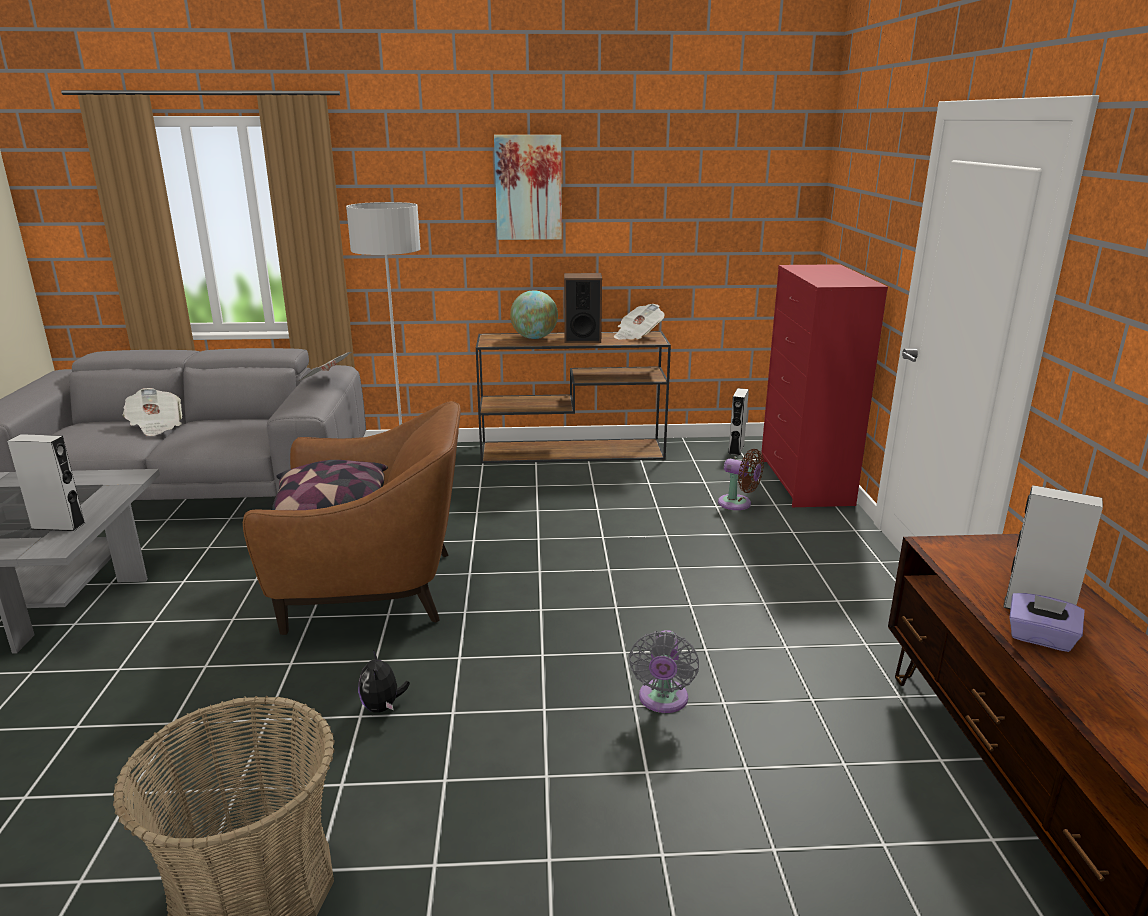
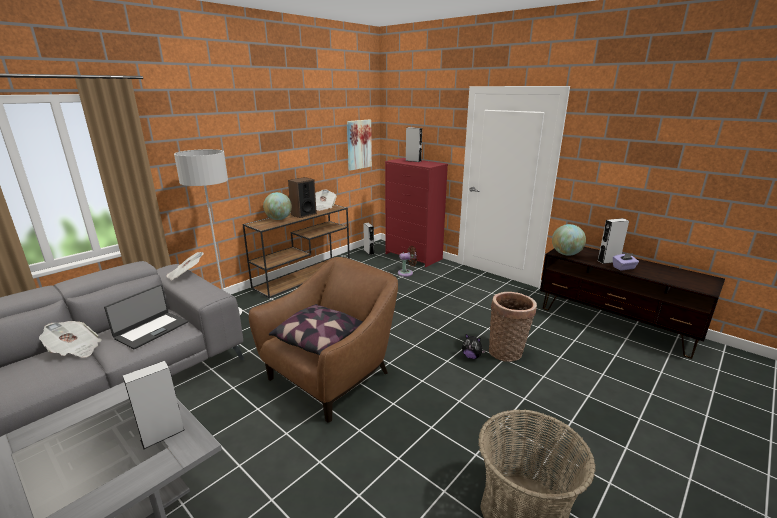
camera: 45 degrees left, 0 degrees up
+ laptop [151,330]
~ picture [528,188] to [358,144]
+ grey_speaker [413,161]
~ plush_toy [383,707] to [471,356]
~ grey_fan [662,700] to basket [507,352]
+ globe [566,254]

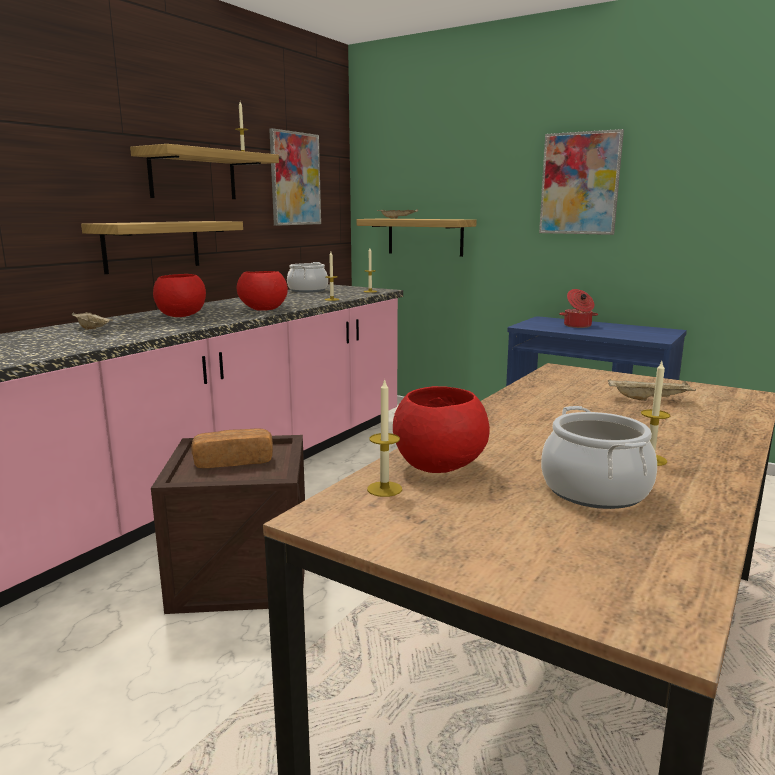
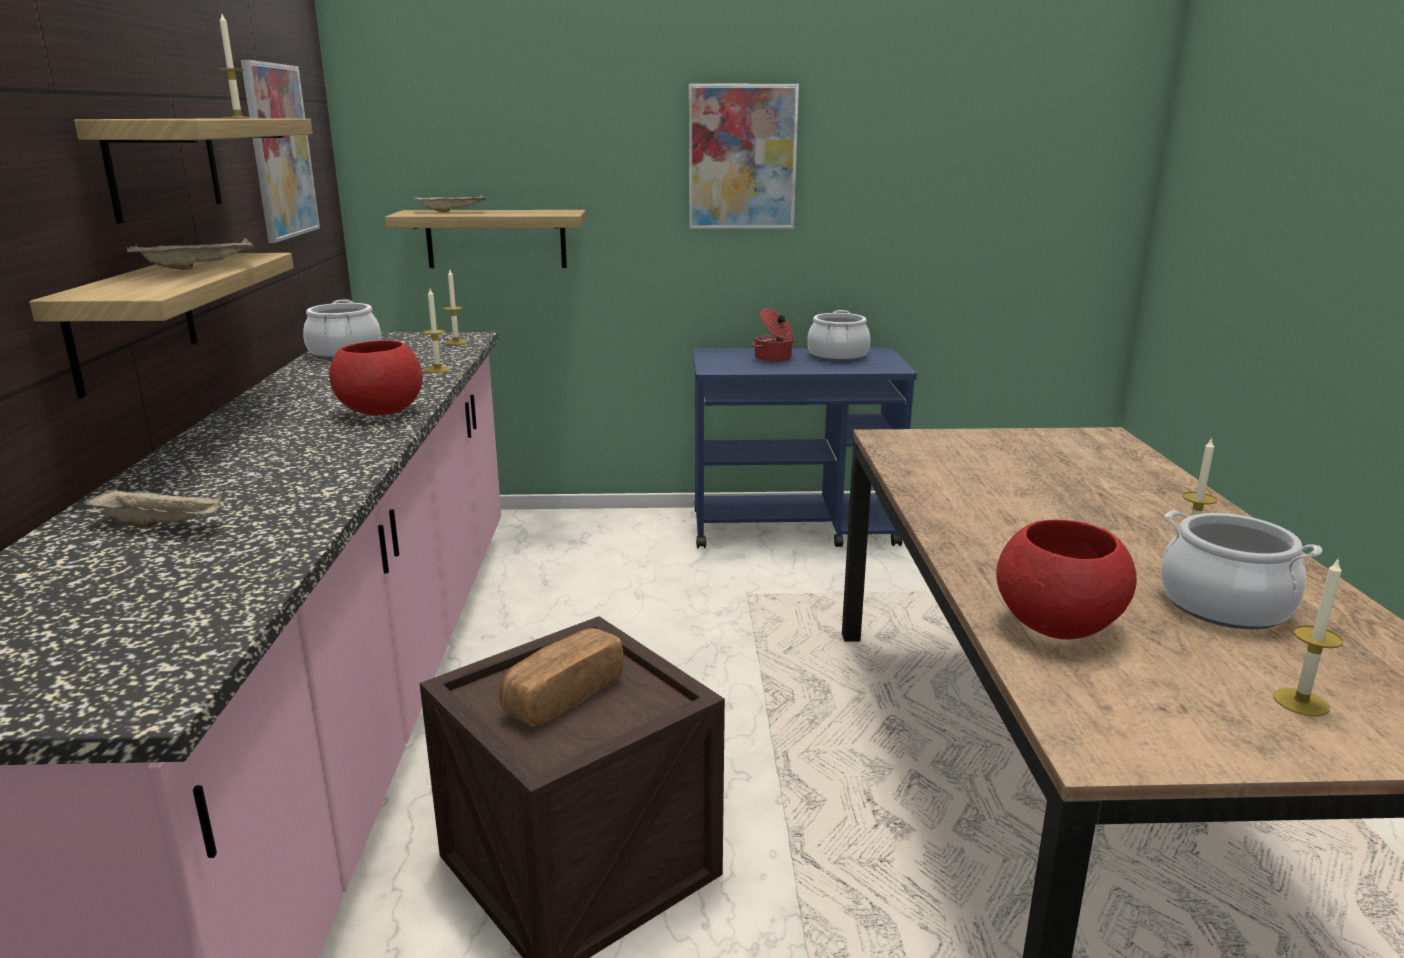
camera: 35 degrees left, 5 degrees up
~ beige_tray [649,399] to [198,267]
+ cooking_pot [837,356]
~ candle [384,489] to [1301,702]
- red_bowl [182,316]

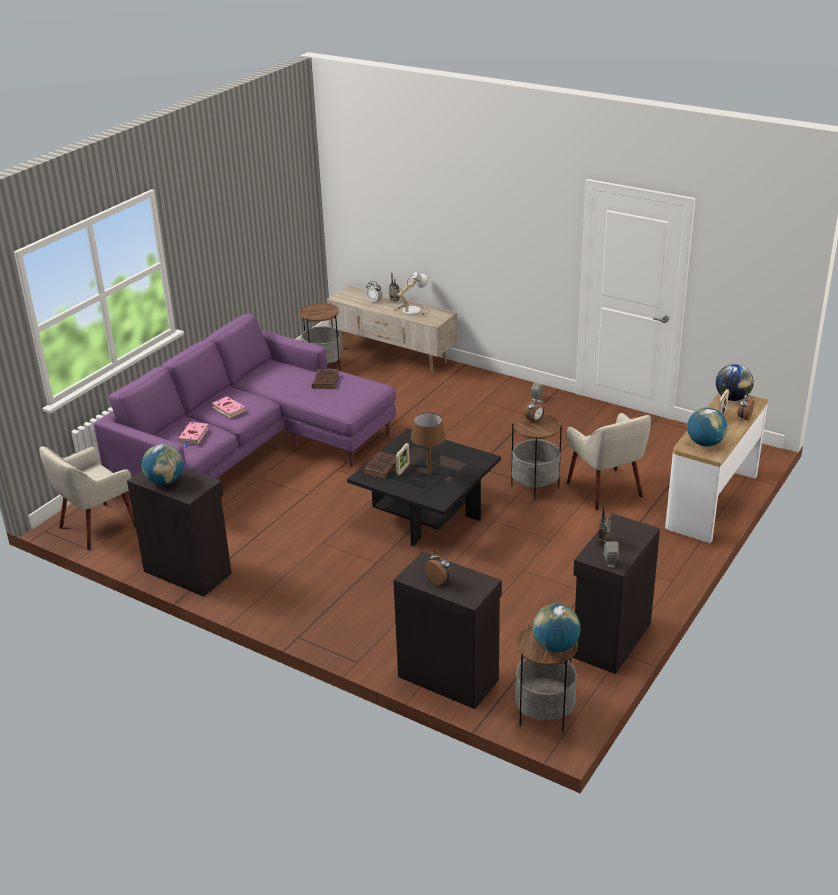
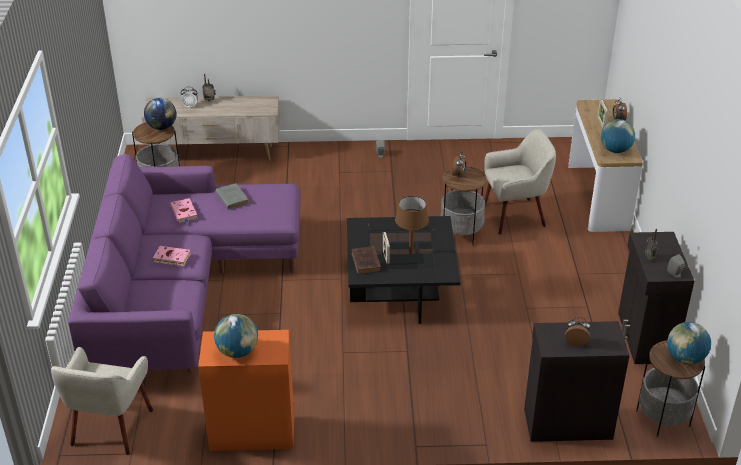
camera: 35 degrees left, 5 degrees up
~ globe [732,398] to [162,127]
~ pink_book [193,436] to [184,213]
~ black_cabinet [188,571] to orange_cabinet [251,431]
~ brown_book [326,380] to grey_book [232,198]
~ beige_armchair [605,490] = [515,215] 45 degrees counterclockwise
- table_lamp [411,310]

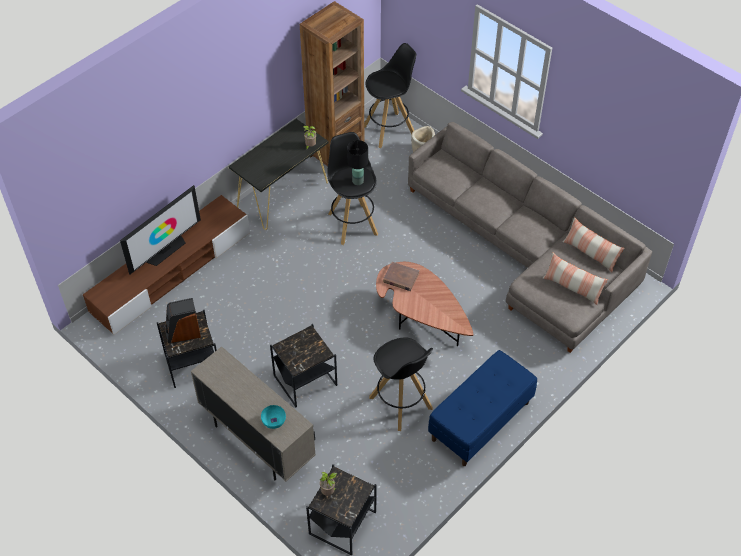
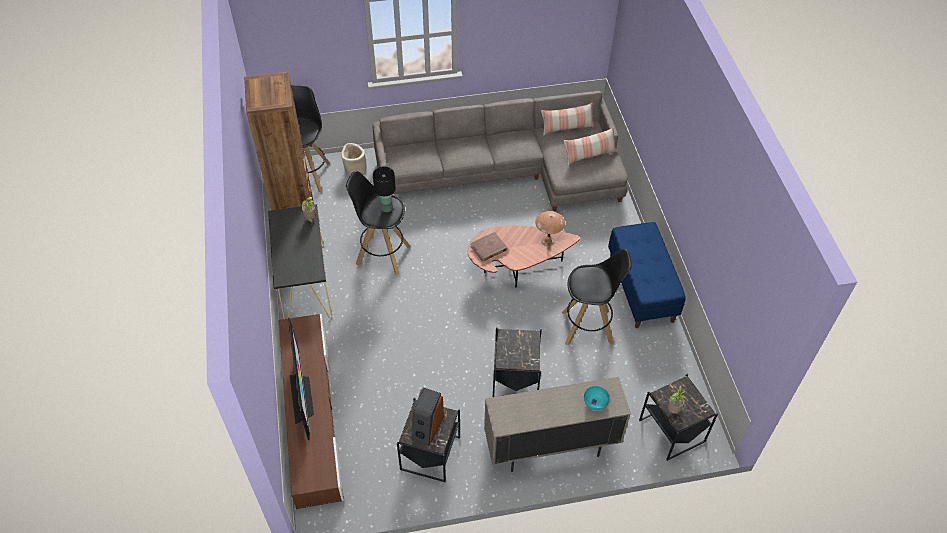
camera: 55 degrees left, 0 degrees up
+ brown_table_lamp [548,241]

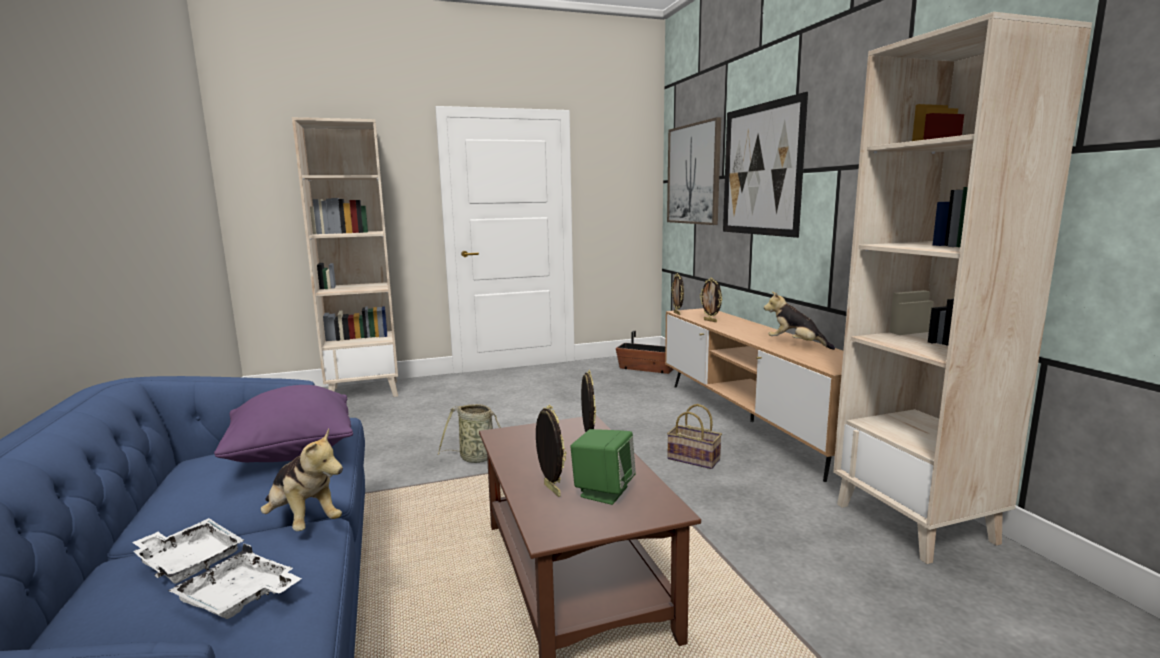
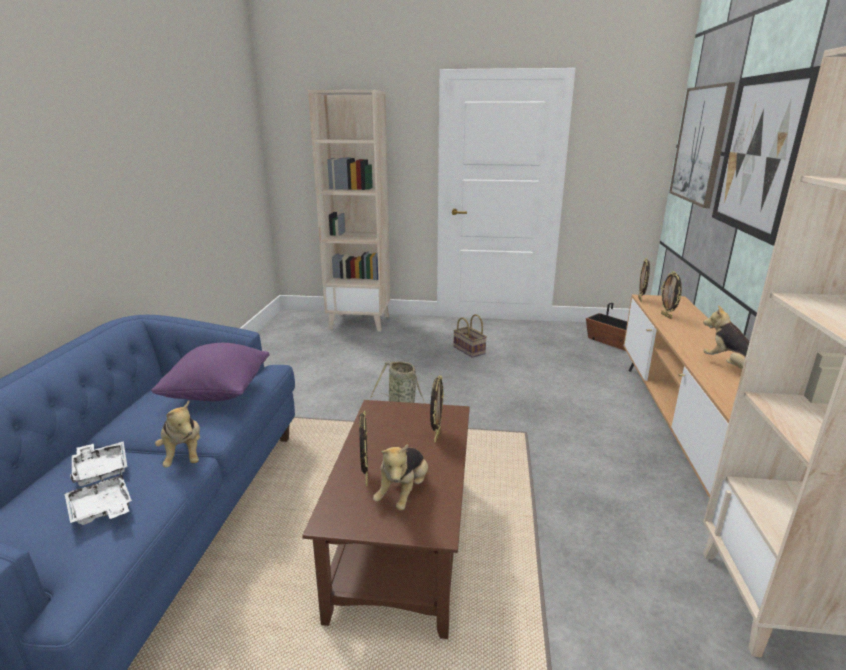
camera: 25 degrees right, 10 degrees up
~ green_speaker [603,491] to plush_toy [403,492]
~ basket [695,459] to [470,350]

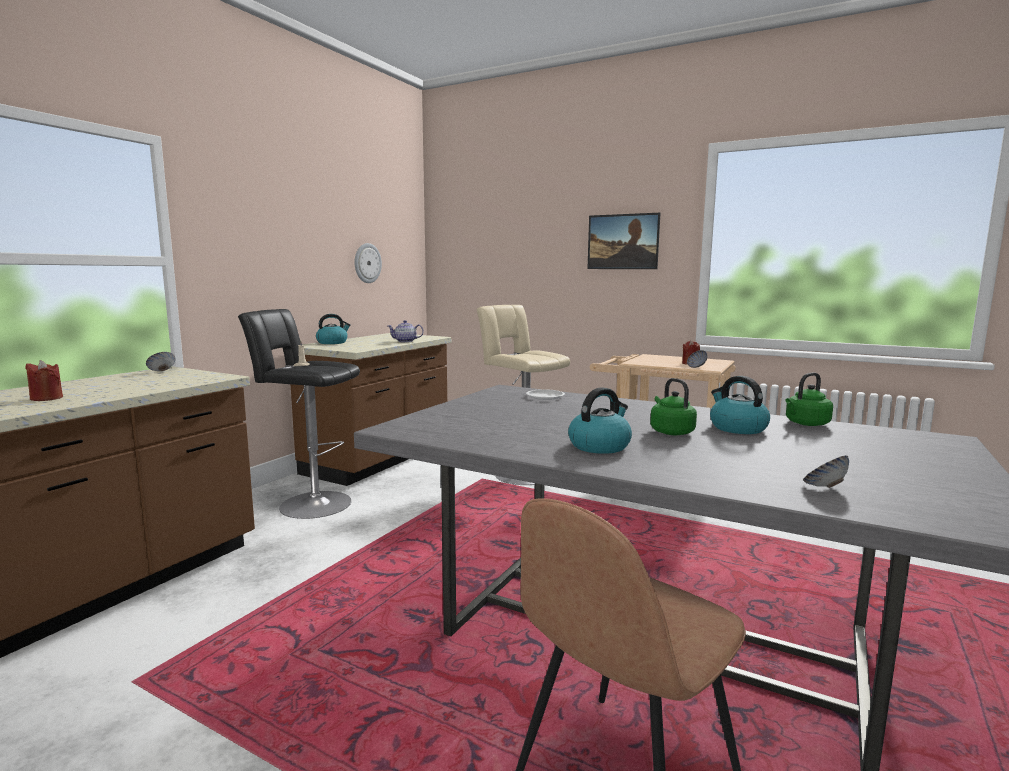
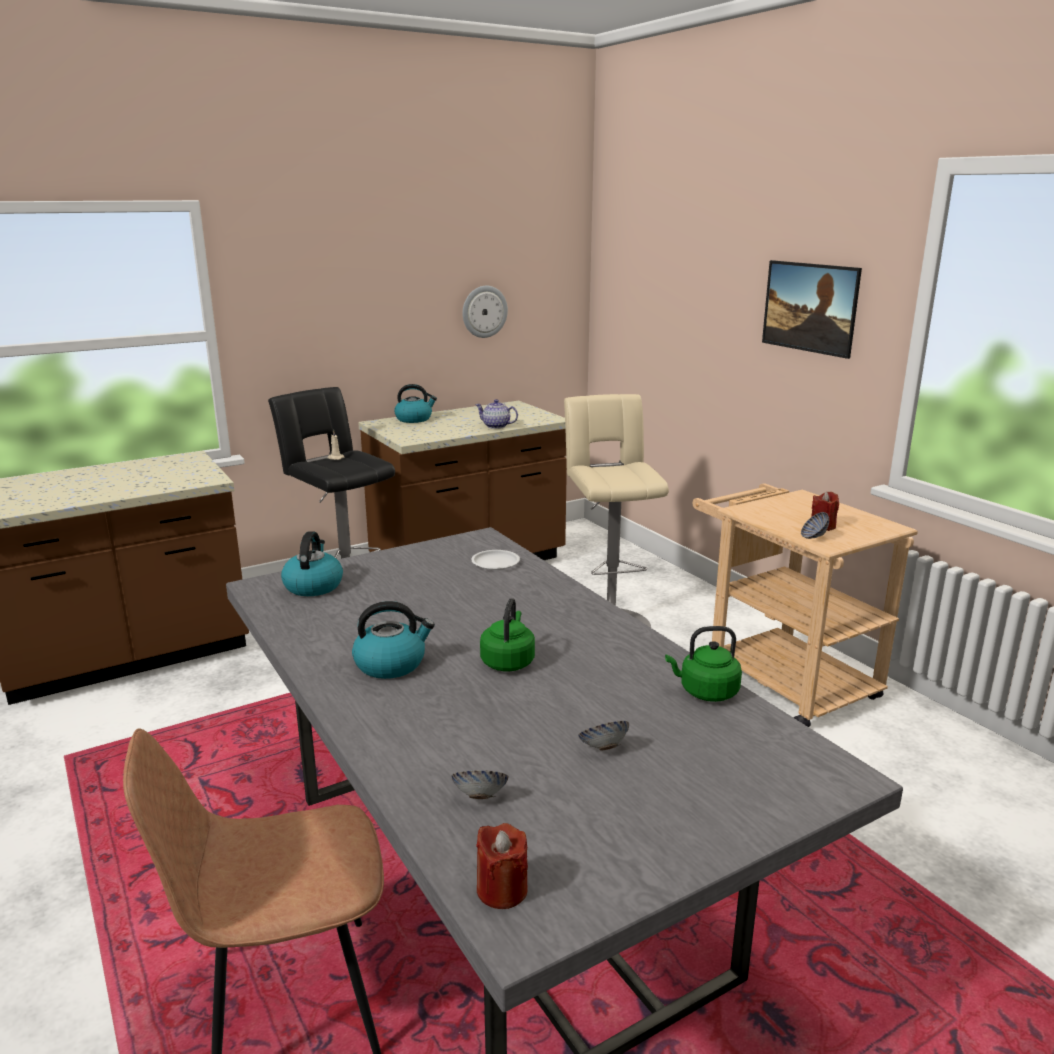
camera: 30 degrees right, 10 degrees up
~ kettle [737,428] to [313,586]
~ red_candle [46,398] to [502,890]
~ bowl [162,371] to [603,748]

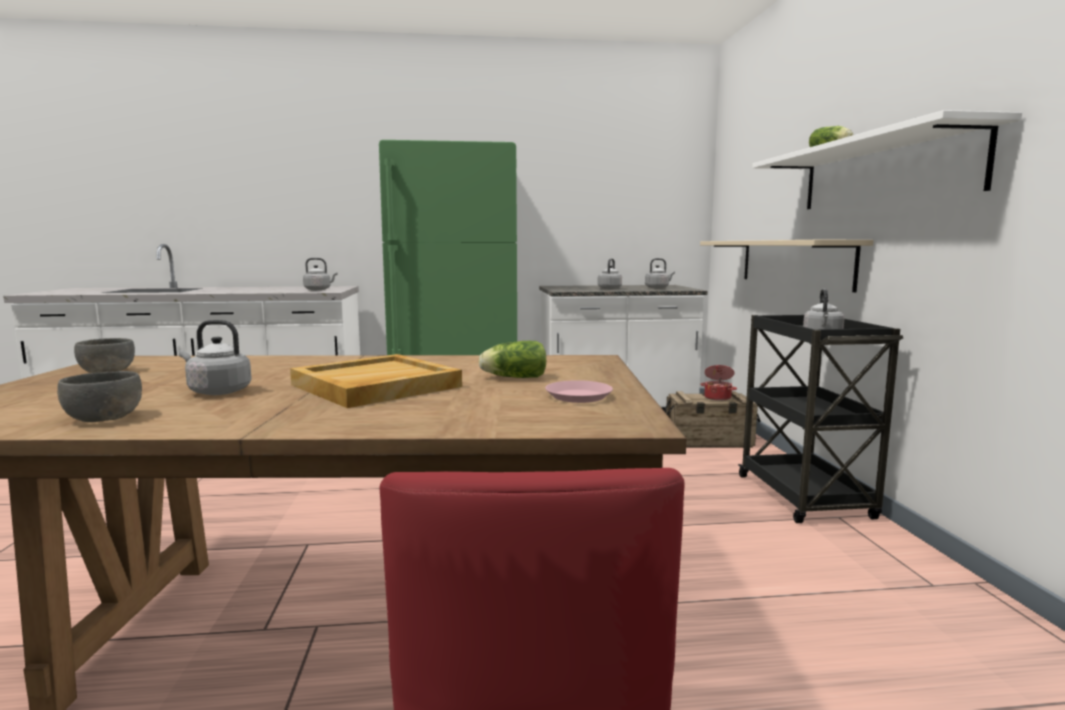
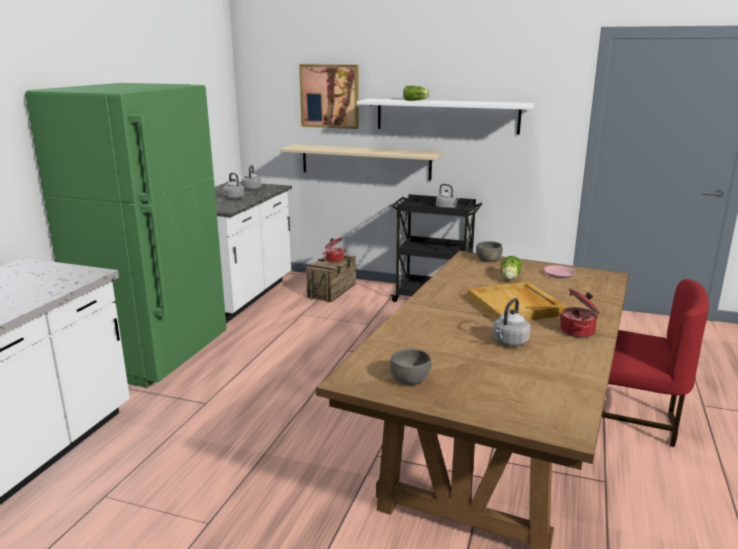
camera: 65 degrees left, 10 degrees up
+ picture [329,96]
~ grey_bowl [103,418] to [488,260]
+ cooking_pot [578,331]
- grey_kettle [319,289]

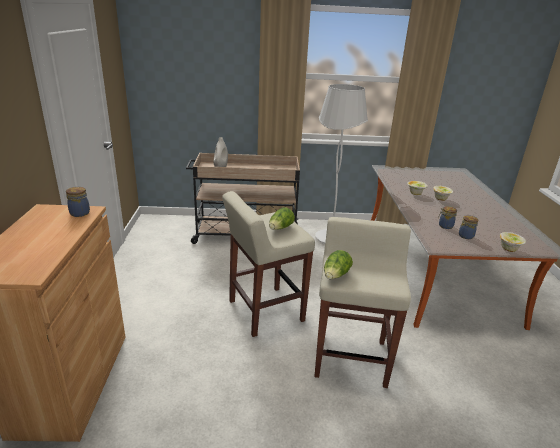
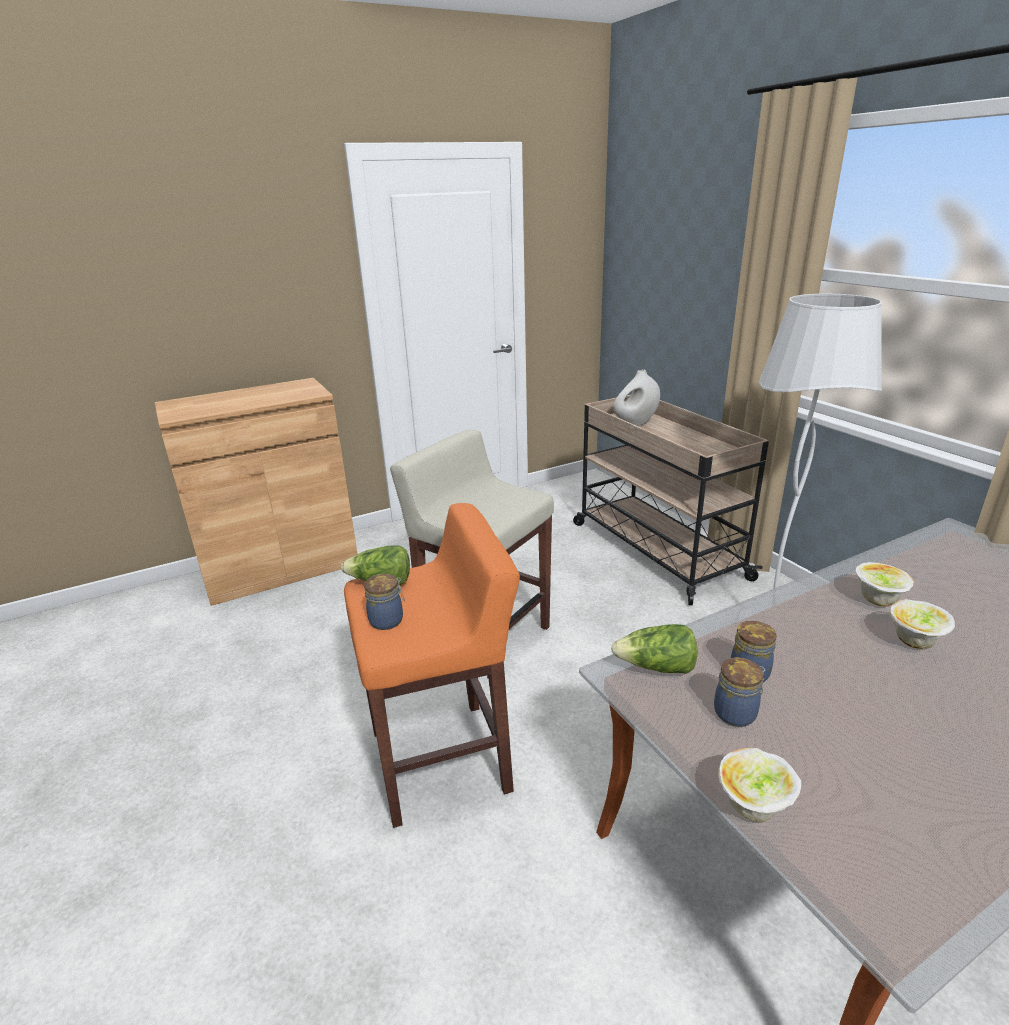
camera: 65 degrees right, 0 degrees up
~ beige_stool [351,357] to orange_stool [442,760]
~ jar [80,213] to [388,620]
~ lettuce [280,228] to [657,667]

